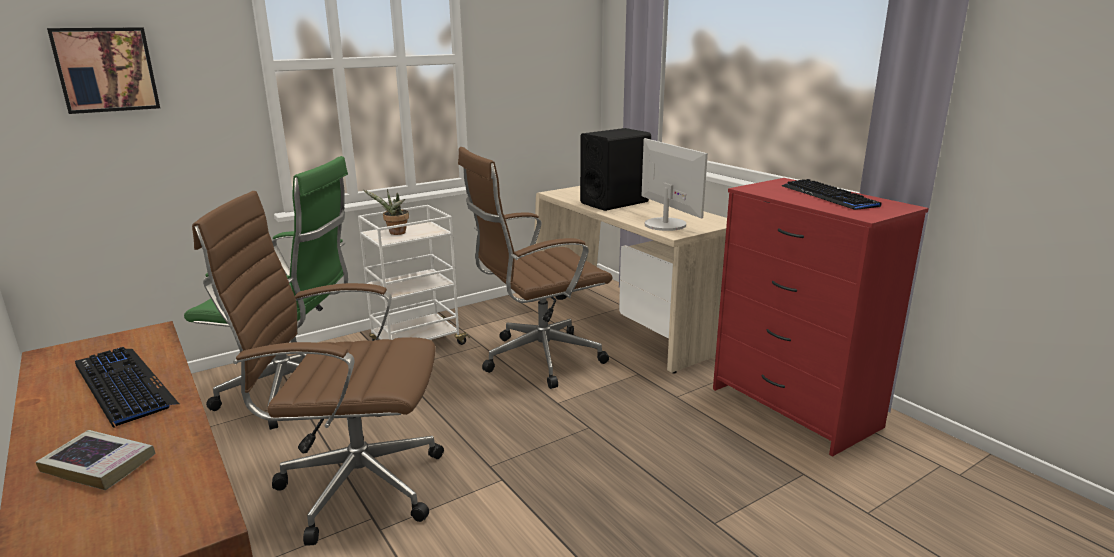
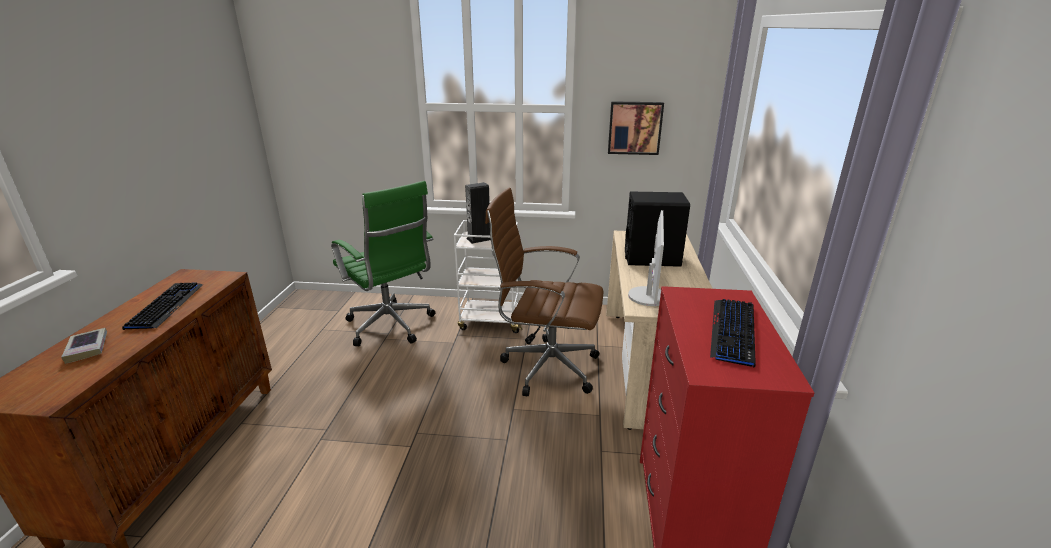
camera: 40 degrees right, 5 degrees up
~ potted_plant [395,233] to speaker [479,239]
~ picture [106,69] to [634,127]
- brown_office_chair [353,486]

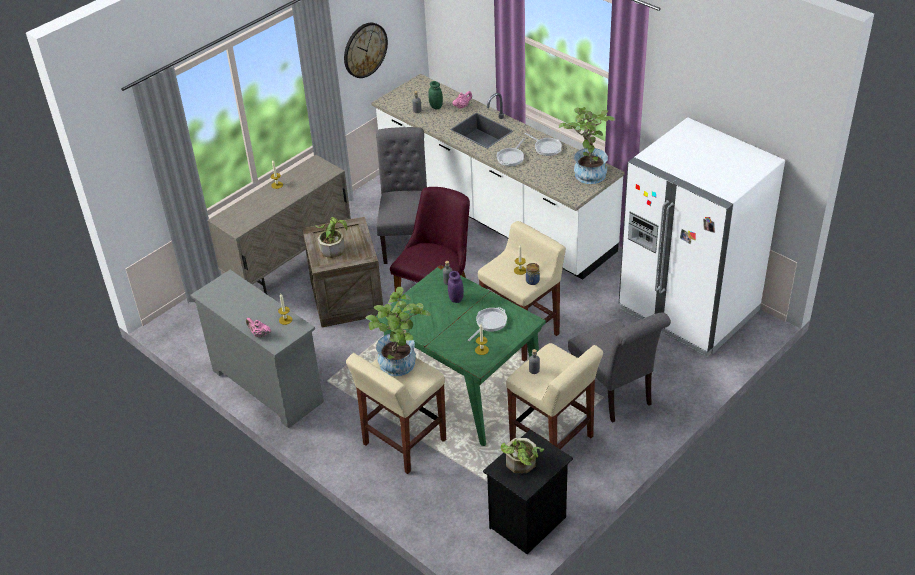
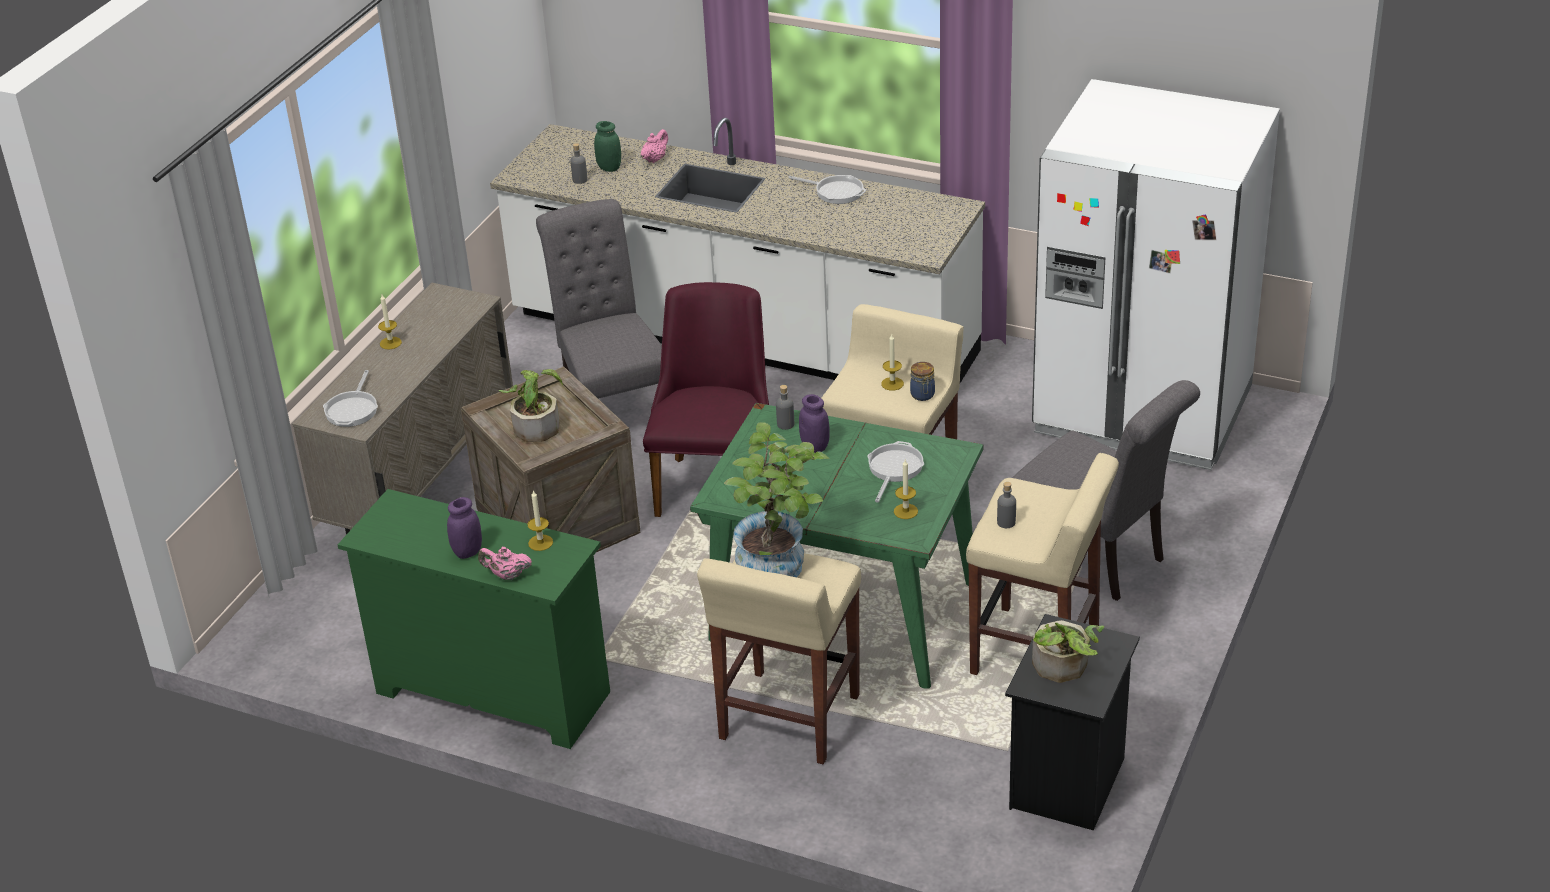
camera: 20 degrees left, 5 degrees down
~ frying_pan [511,157] to [353,409]
~ grey_dresser [267,385] to green_dresser [492,692]
+ purple_jar [467,552]
- wall_clock [365,50]
- potted_plant [586,172]

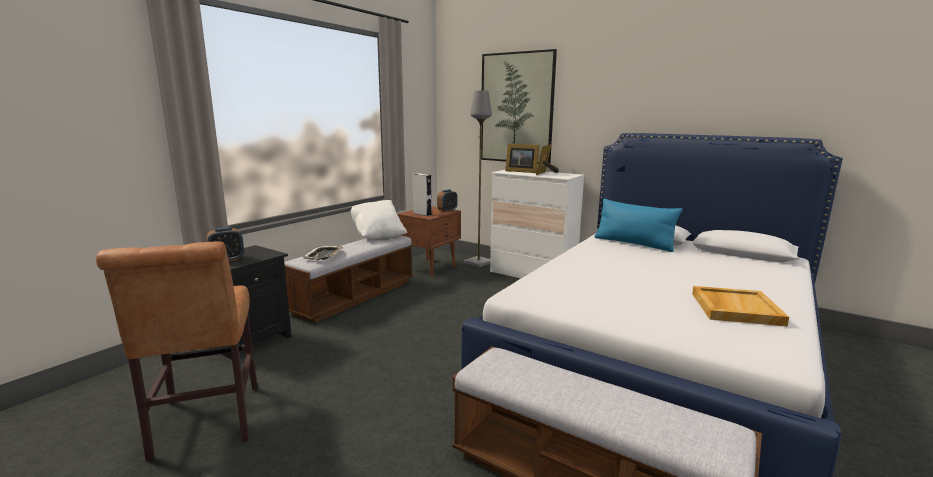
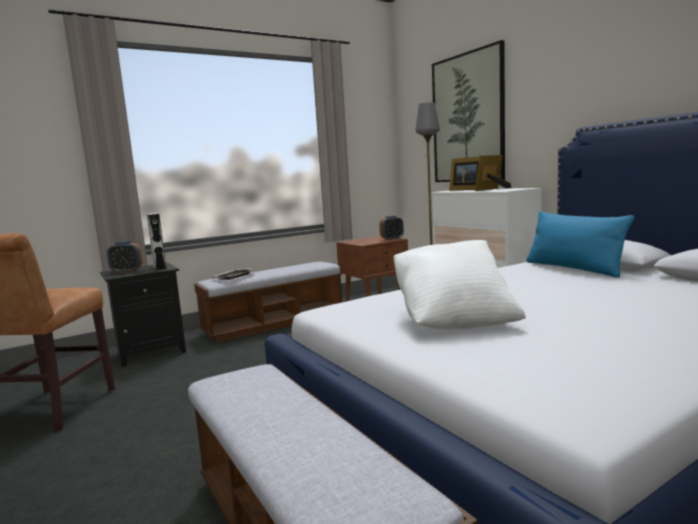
camera: 25 degrees right, 5 degrees down
~ grey_speaker [422,214] to [160,268]
~ white_pillow [378,235] to [454,320]
- beige_tray [735,308]

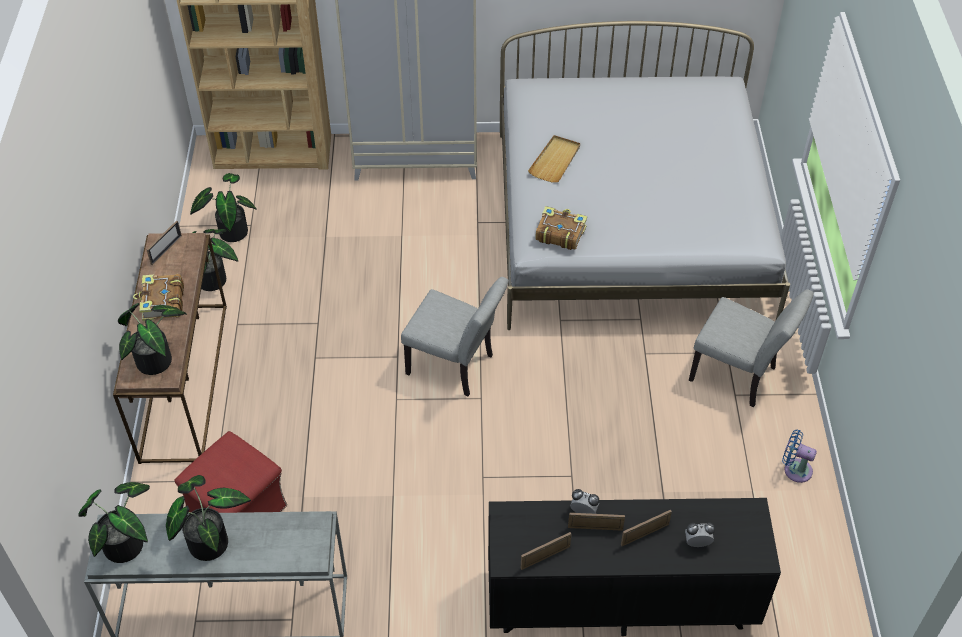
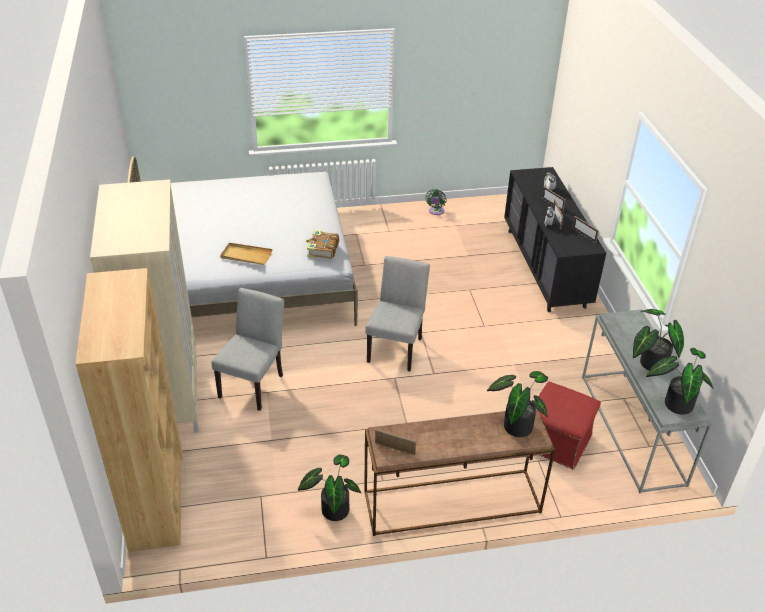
camera: 100 degrees left, 10 degrees down
~ grey_chair [739,376] to [254,383]
~ blue_fan [795,469] to green_fan [436,211]
- book [162,303]
- potted_plant [230,231]

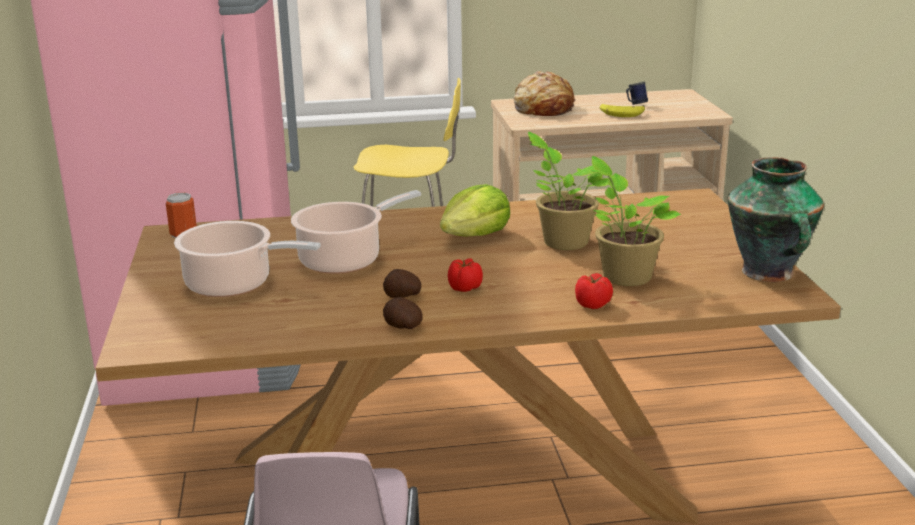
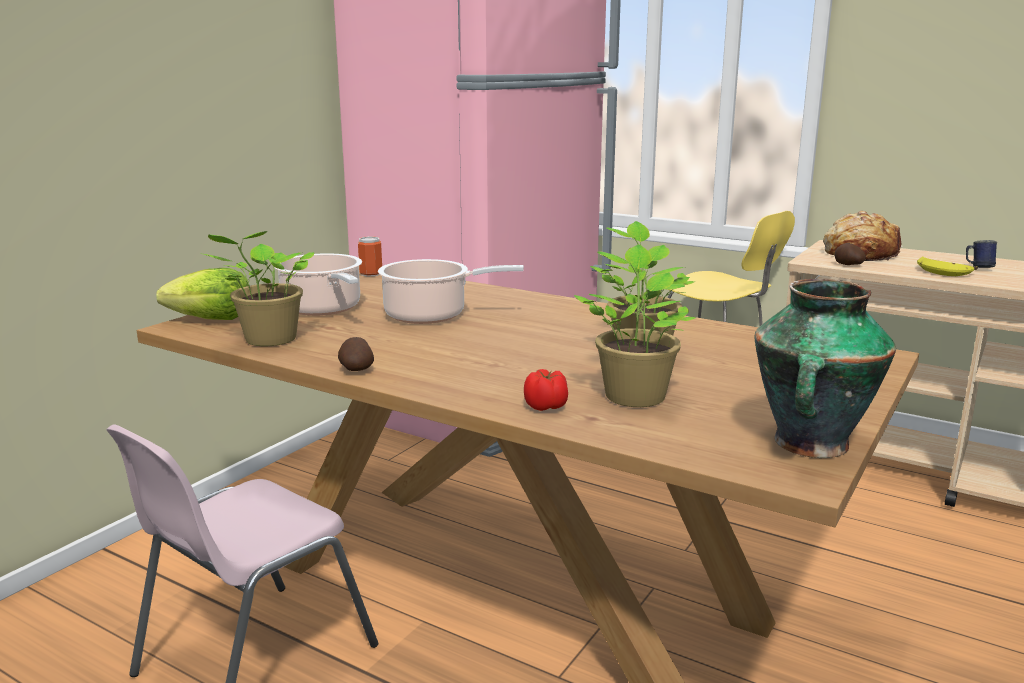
camera: 40 degrees right, 5 degrees down
~ lettuce [475,236] to [212,319]
+ potted_plant [268,340]
~ potato [402,297] to [848,265]
- tomato [464,288]

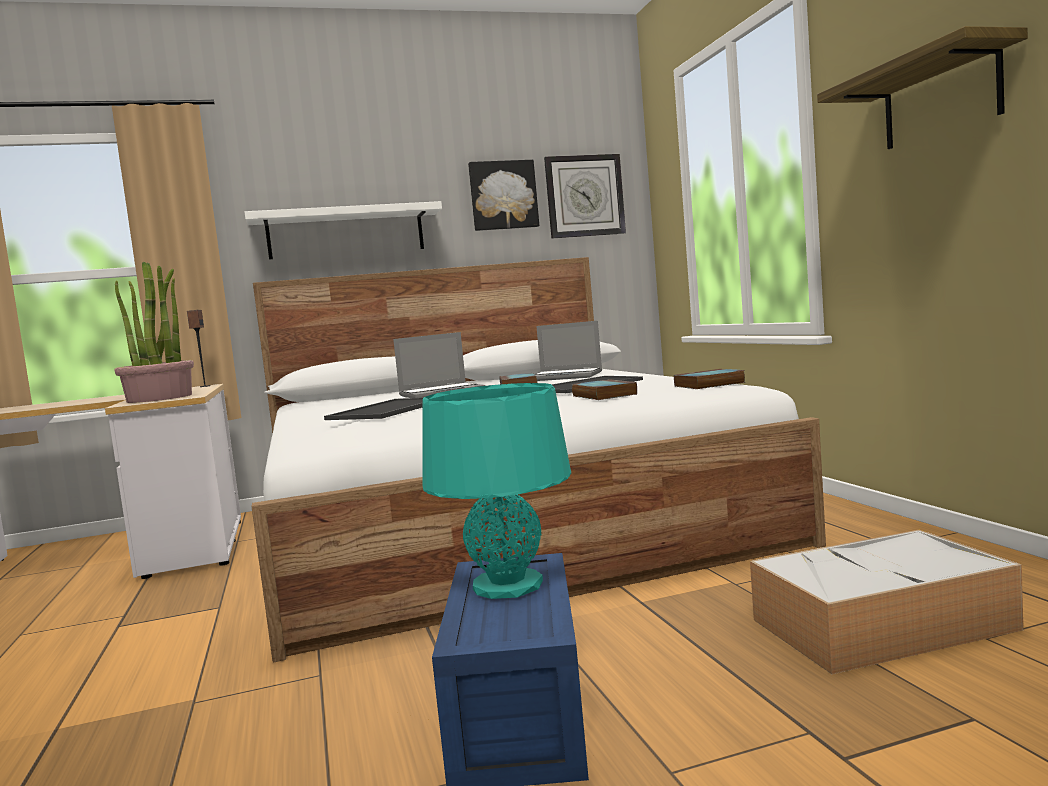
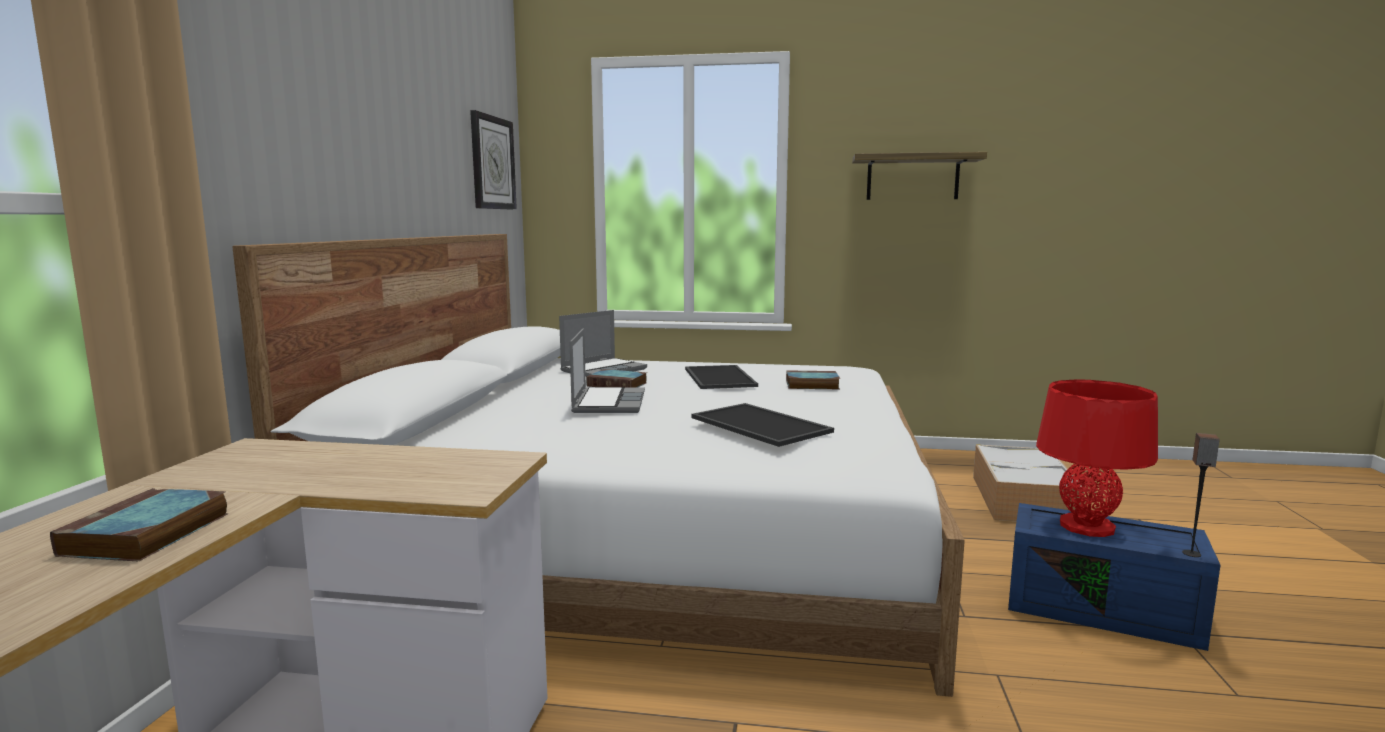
camera: 65 degrees left, 5 degrees up
~ book [708,384] to [146,535]
~ turquoise_table_lamp [508,585] to red_table_lamp [1086,526]
~ speaker [204,386] to [1191,554]
- potted_plant [160,398]
- white_shelf [346,233]
- picture [503,195]

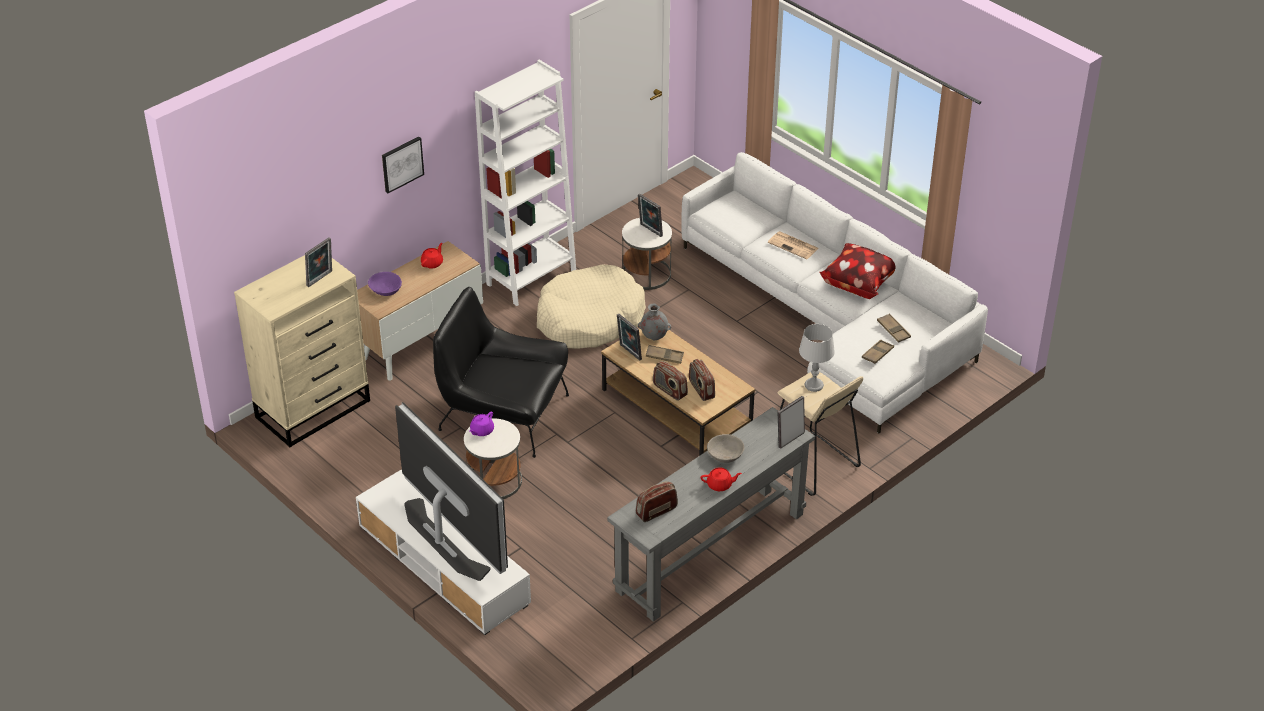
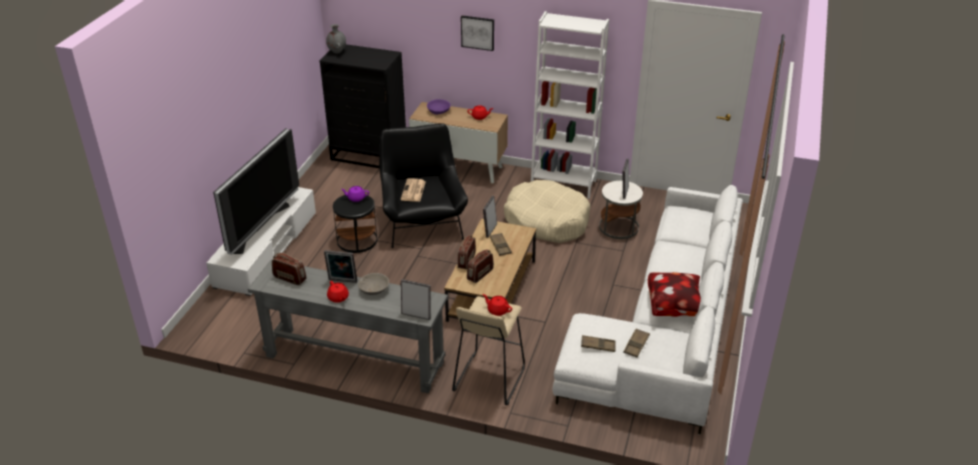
camera: 60 degrees right, 5 degrees down
~ beige_dresser [314,408] to black_dresser [369,155]
~ picture_frame [321,279] to [342,281]
~ grey_vase [654,337] to [337,52]
~ white_side_table [494,481] to black_side_table [357,240]
~ newspaper [794,246] to [413,191]
~ grey_table_lamp [813,385] to red_teapot [497,310]

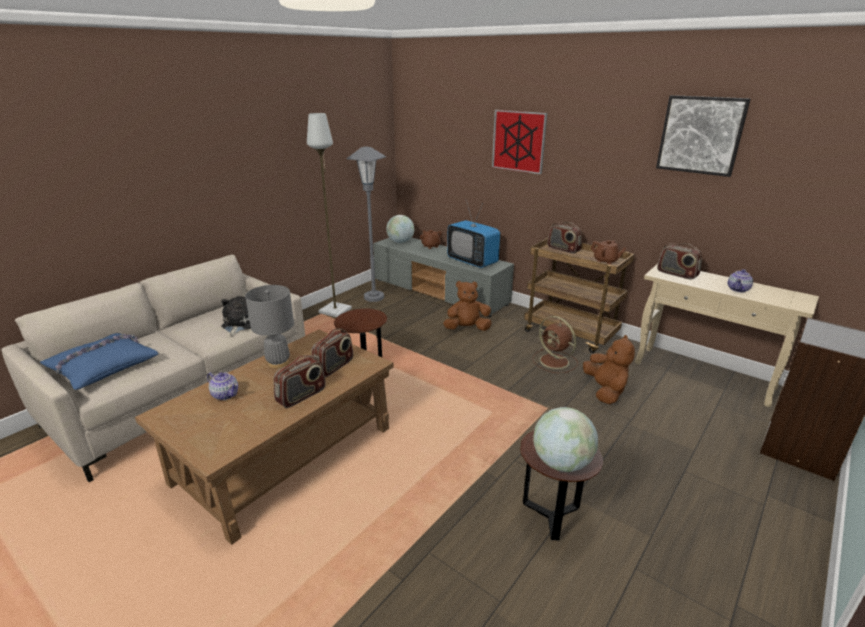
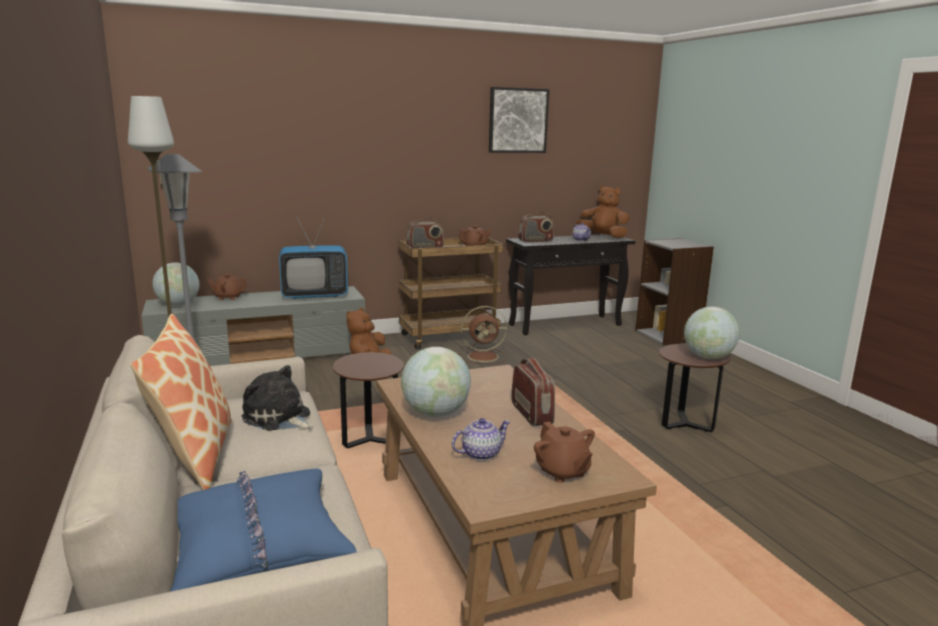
camera: 60 degrees left, 10 degrees down
+ pillow [194,455]
~ grey_table_lamp [278,363] to globe [436,413]
~ beige_console_table [704,375] to black_console_table [566,325]
+ brown_teapot [562,472]
~ brown_plush_toy [605,391] to [602,236]
- radio [334,367]
- picture [518,141]

